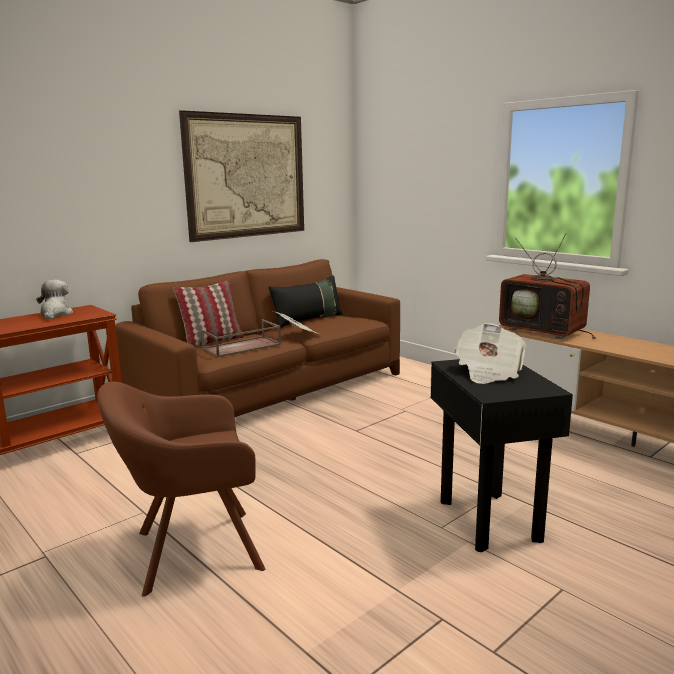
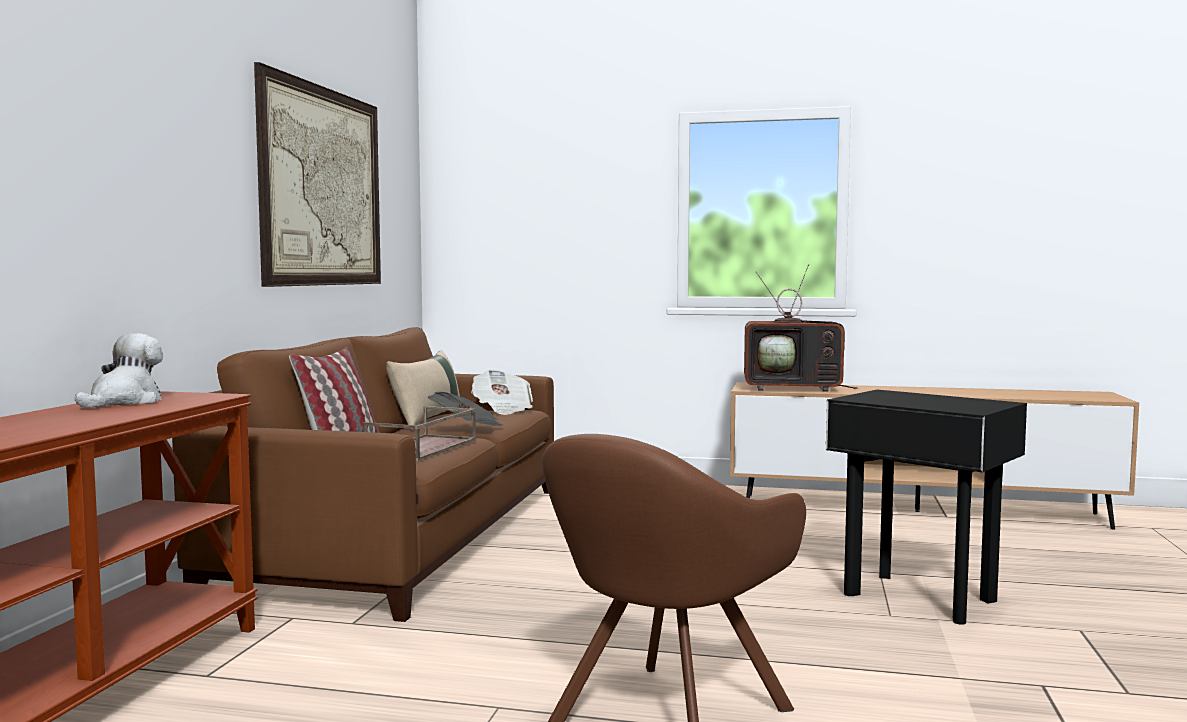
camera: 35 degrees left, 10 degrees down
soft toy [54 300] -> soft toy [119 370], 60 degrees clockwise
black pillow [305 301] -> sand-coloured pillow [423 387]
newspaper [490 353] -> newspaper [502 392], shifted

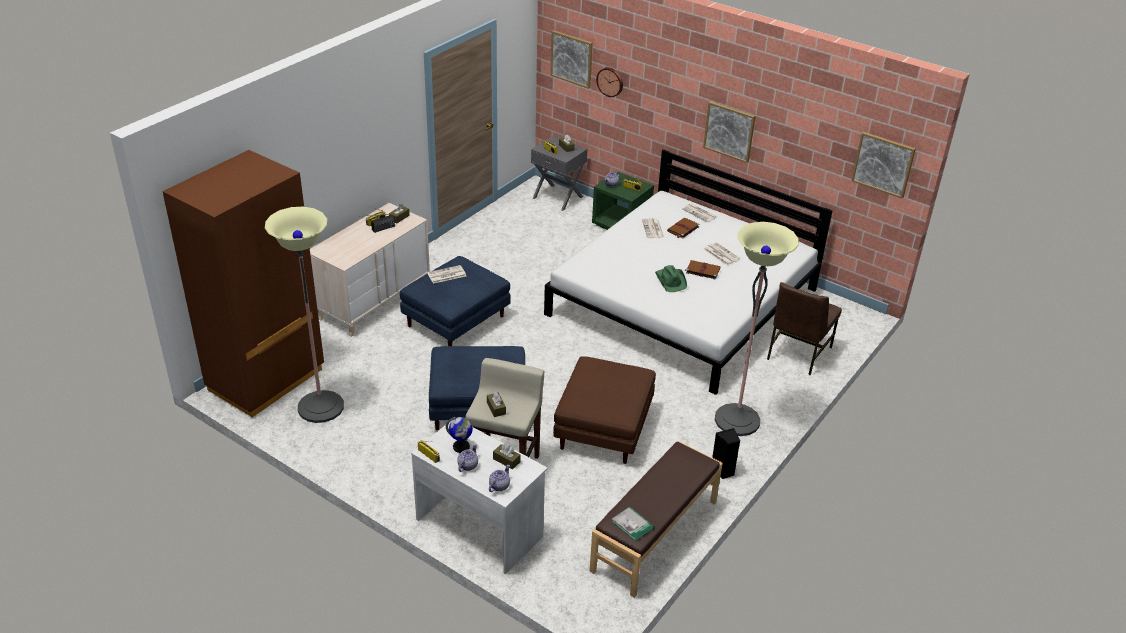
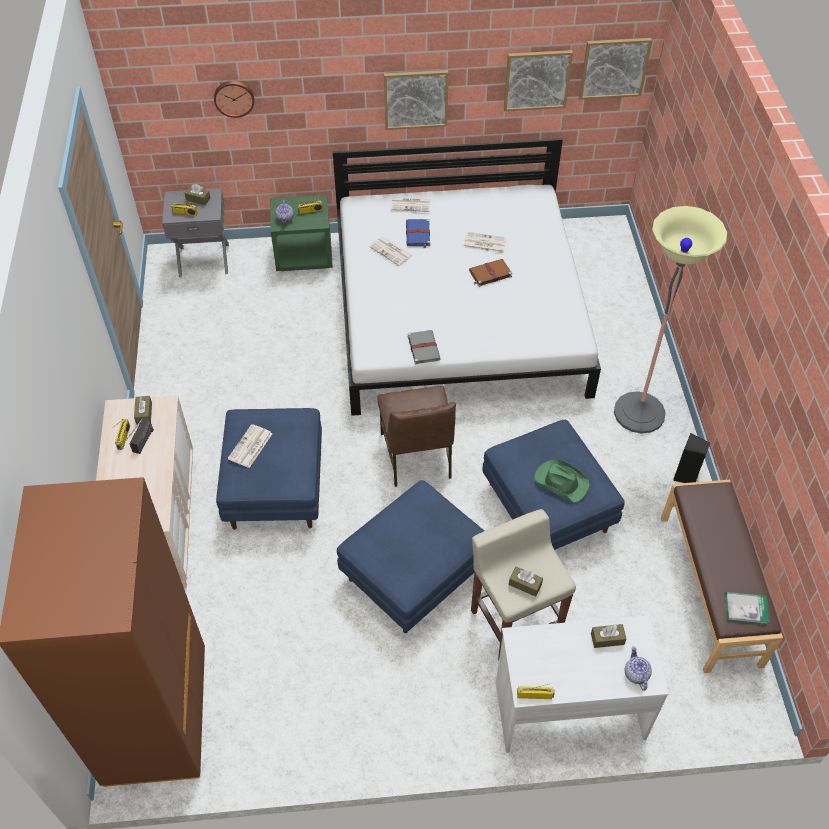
camera: 40 degrees left, 15 degrees up
brown-coloured chair [804 328] -> brown-coloured chair [417 436], shifted
brown-coloured volume [683 228] -> bluish volume [418 233]
none -> grey volume [423 347]
brown-coloured footrest [604 410] -> bluish footrest [554 485]
picture [571 59] -> picture [538 80], shifted
greenish hat [671 278] -> greenish hat [562 481], shifted
standing lamp [304 315] -> none
world globe [459 435] -> none
pot for tea [467 458] -> none

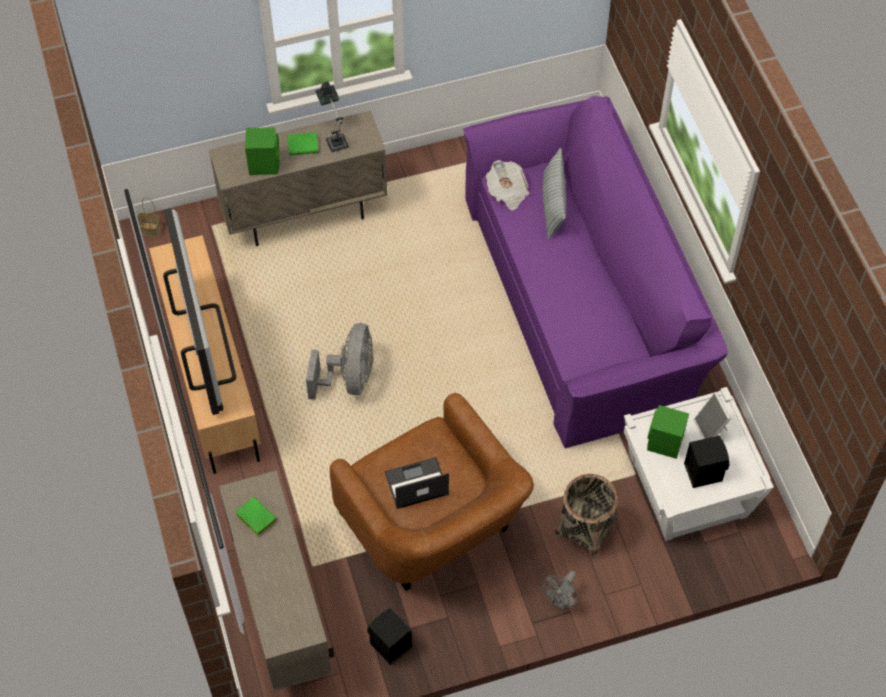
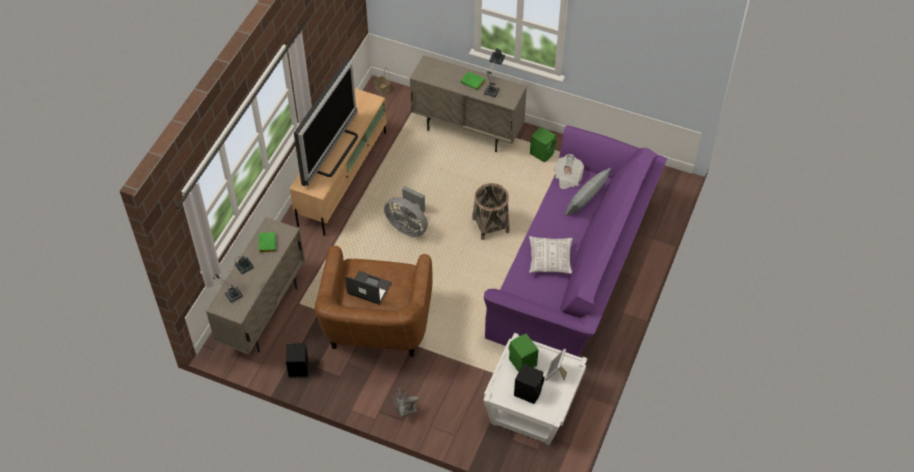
camera: 40 degrees right, 5 degrees down
none -> tabletop lamp [233 279]
grey cooling fan [339 361] -> grey cooling fan [406 211], 75 degrees clockwise
household basket [586 516] -> household basket [491 211], shifted
none -> pillow [551 255]
greenish speaker [262 151] -> greenish speaker [543 145], shifted

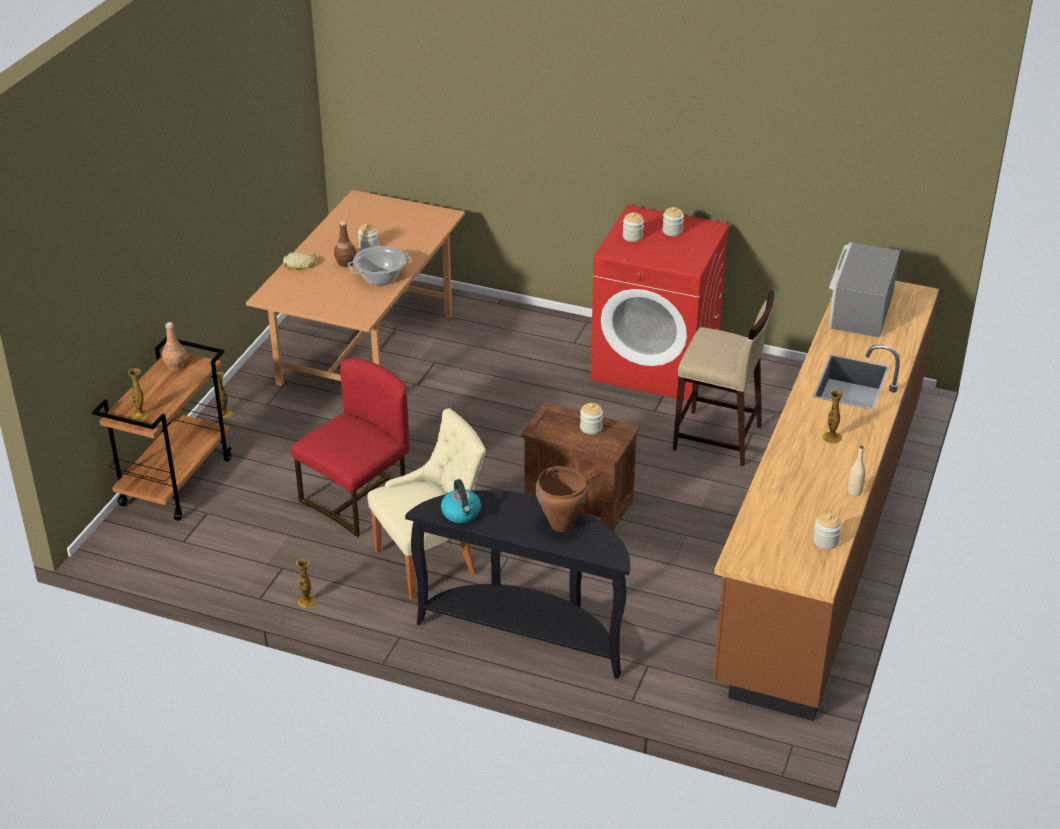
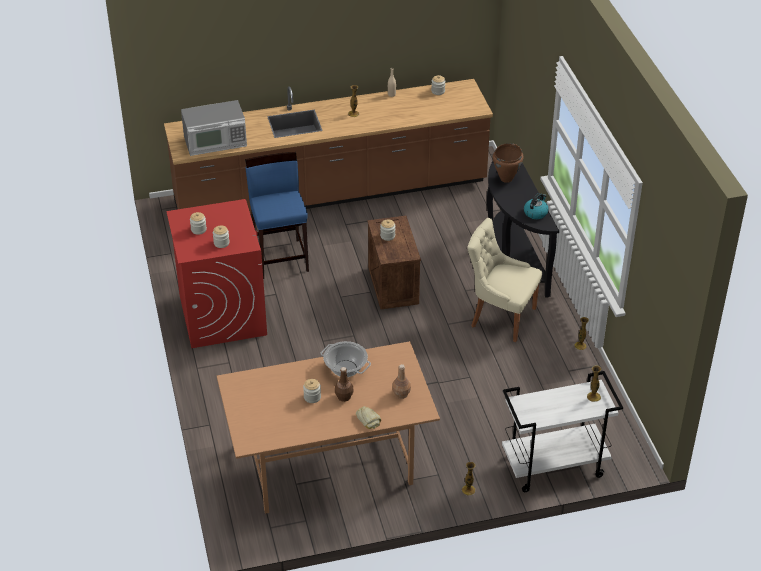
camera: 125 degrees left, 5 degrees up
sand-coloured stool seat [723 378] -> bluish stool seat [277 215]
brown-coloured drink bottle [174 346] -> brown-coloured drink bottle [401 381], shifted
brown-coloured trolley [162 429] -> whitish trolley [562 431]
red-coloured chair [350 447] -> none

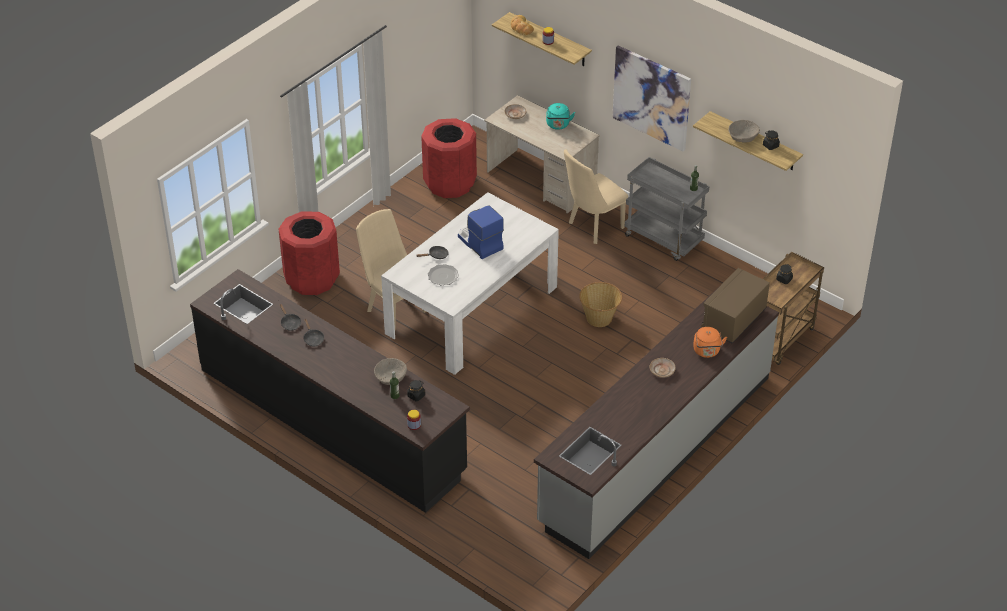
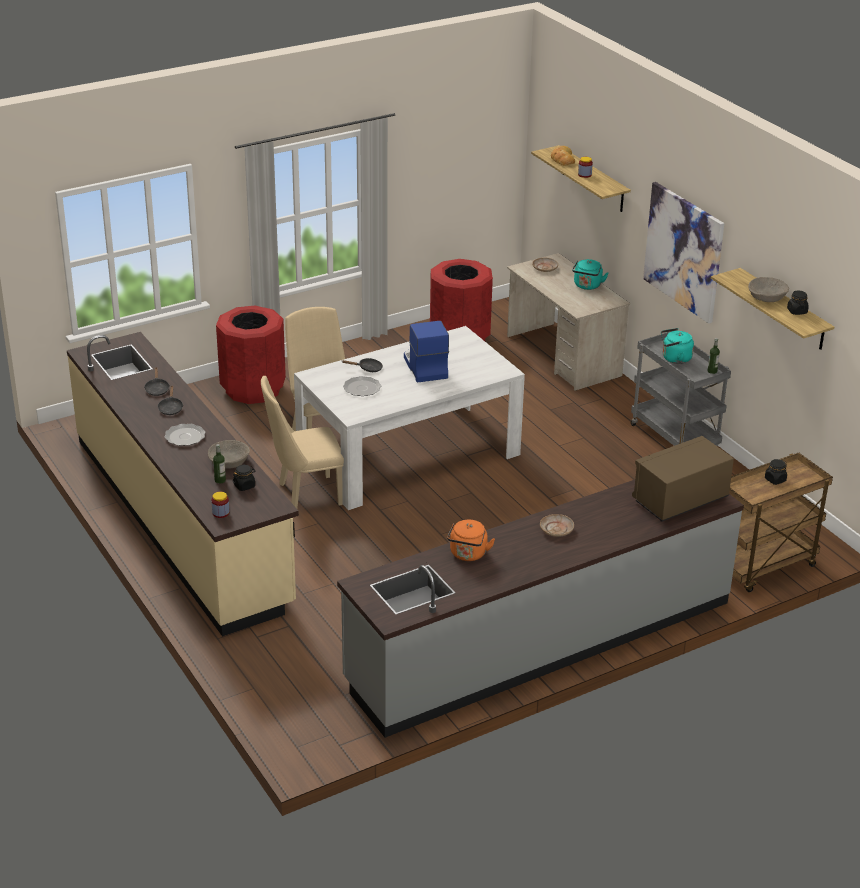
camera: 20 degrees right, 10 degrees down
black counter [330 391] -> sand-coloured counter [183 484]
none -> flat dish [185 435]
sand-coloured chair [596 197] -> sand-coloured chair [302 442], shifted
orange-coloured water kettle [710 342] -> orange-coloured water kettle [471 540], shifted
none -> turquoise-coloured water kettle [677 346]
household basket [600 304] -> none

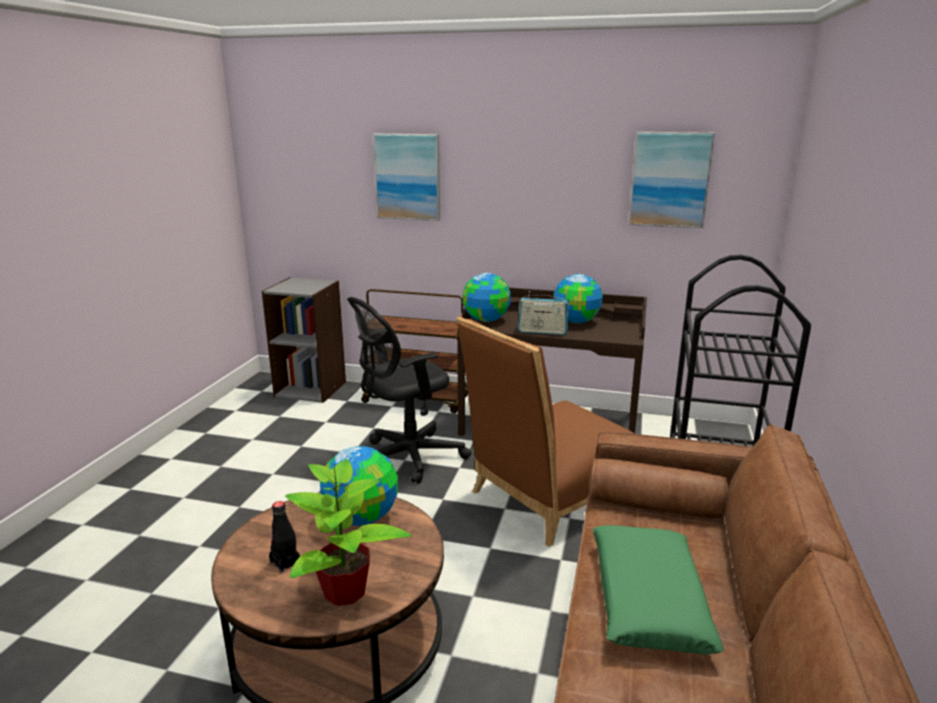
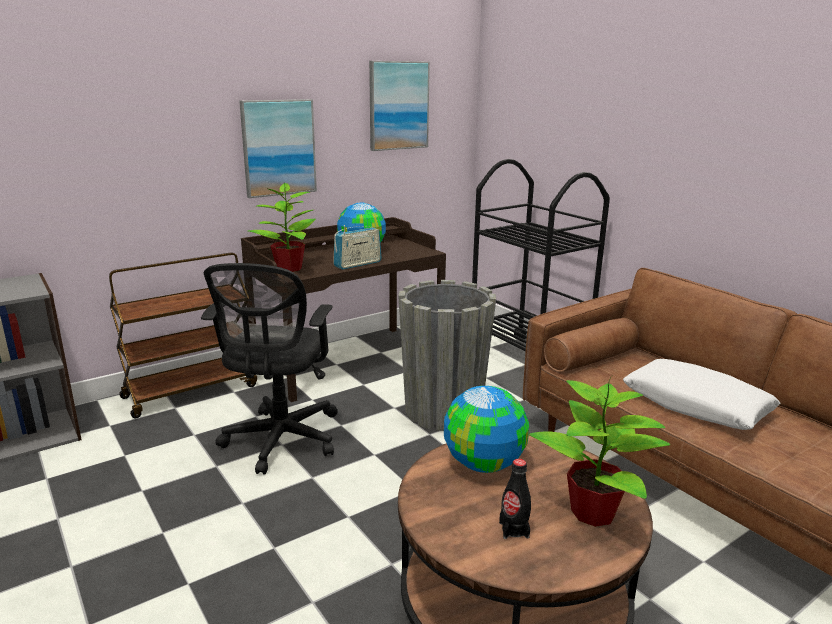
camera: 50 degrees left, 0 degrees up
picture [406 177] -> picture [278 148], shifted
world globe [487 297] -> plant in a pot [282 227]
brown-coloured chair [545 431] -> grey planter [447 355]
greenish pillow [658 589] -> whitish pillow [701 394]

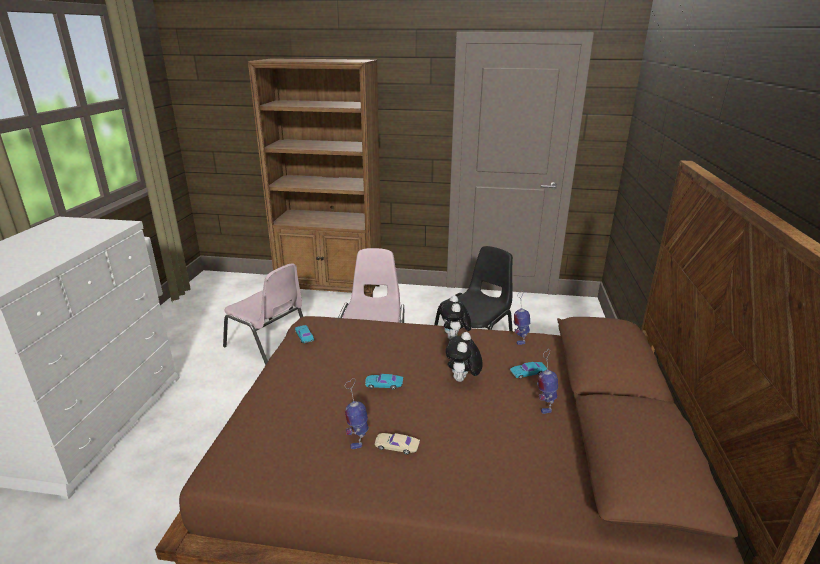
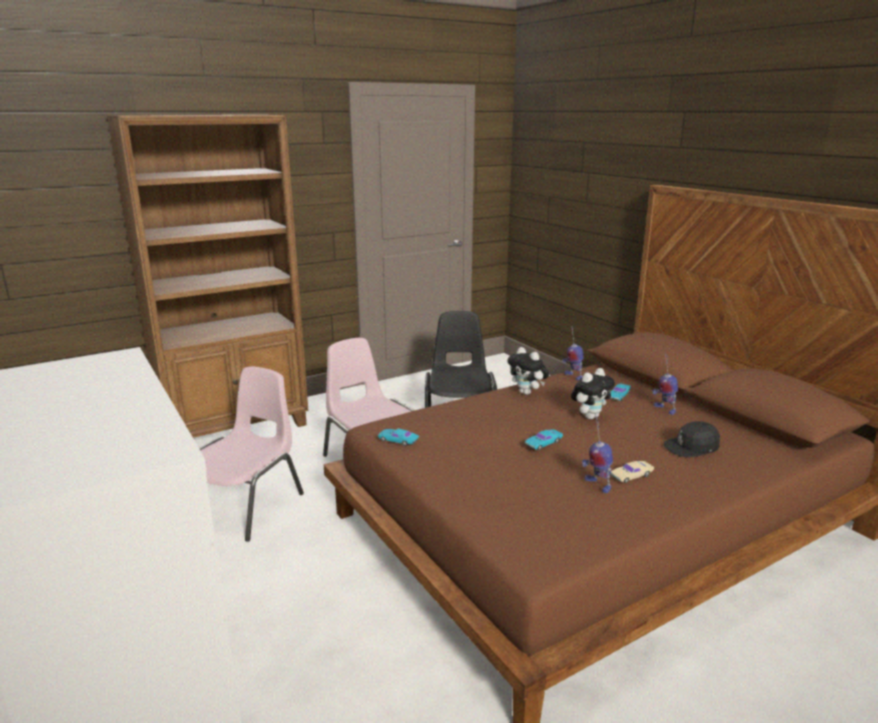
camera: 40 degrees left, 5 degrees down
pink-coloured chair [263 314] -> pink-coloured chair [251 454], 60 degrees counterclockwise
soft toy [464 357] -> soft toy [593 393], 105 degrees counterclockwise
none -> black cap [692 439]

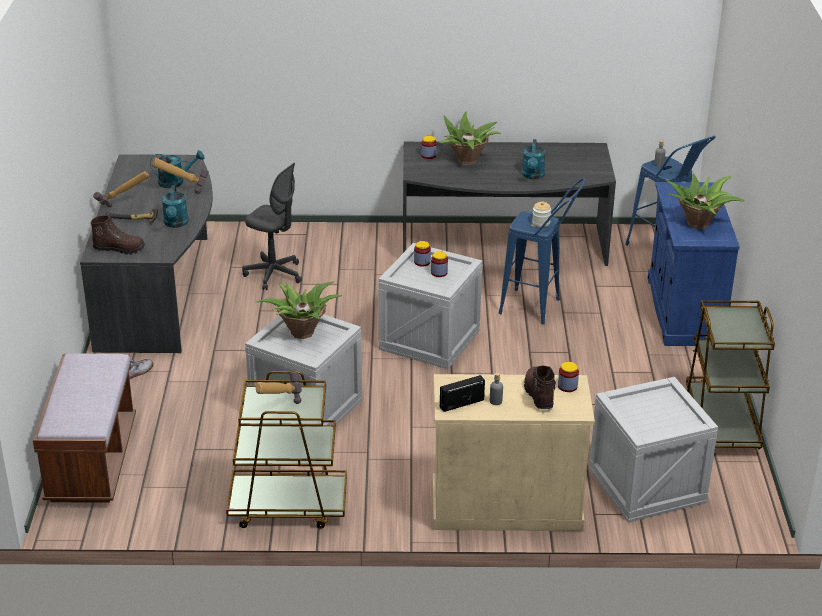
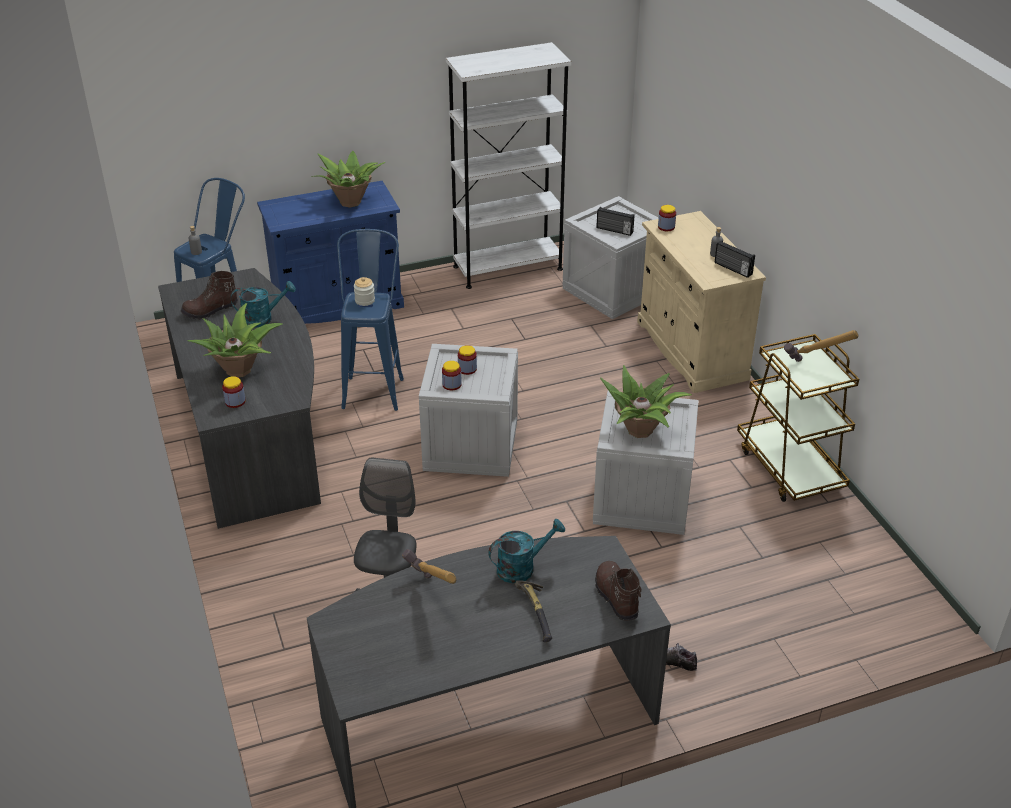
camera: 110 degrees left, 5 degrees up
brown-coloured high-top boot [540 387] -> brown-coloured high-top boot [209 295], shifted
brown-coloured trolley [730 374] -> whitish bookshelf [508 165]
none -> radio [615 221]
brown-coloured long seat [84 428] -> none
hammer [121 189] -> none
turquoise-coloured watering pot [177 169] -> none

